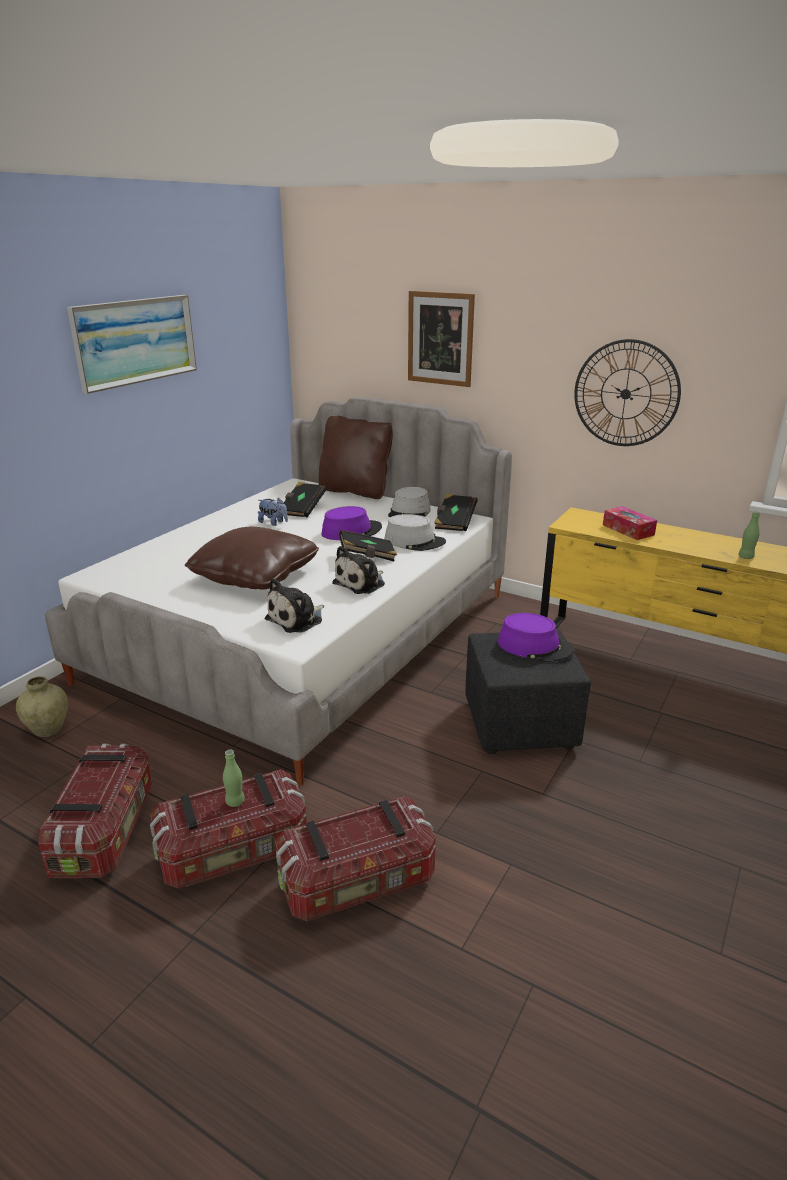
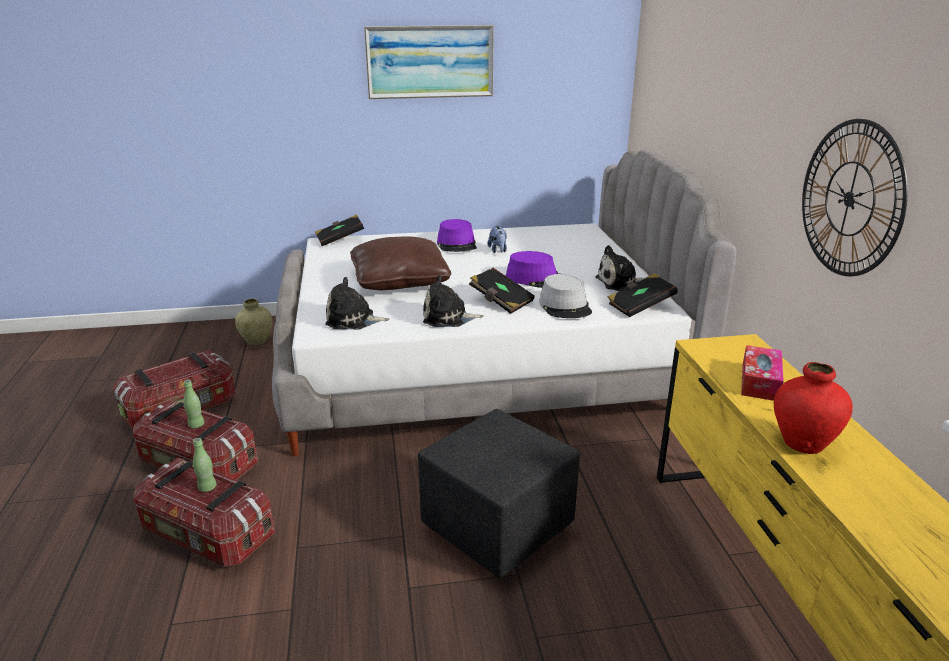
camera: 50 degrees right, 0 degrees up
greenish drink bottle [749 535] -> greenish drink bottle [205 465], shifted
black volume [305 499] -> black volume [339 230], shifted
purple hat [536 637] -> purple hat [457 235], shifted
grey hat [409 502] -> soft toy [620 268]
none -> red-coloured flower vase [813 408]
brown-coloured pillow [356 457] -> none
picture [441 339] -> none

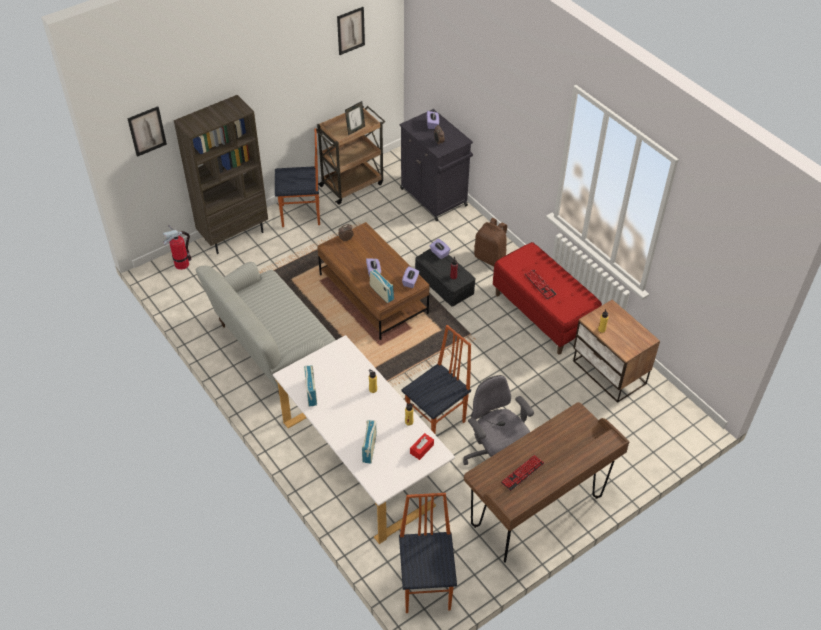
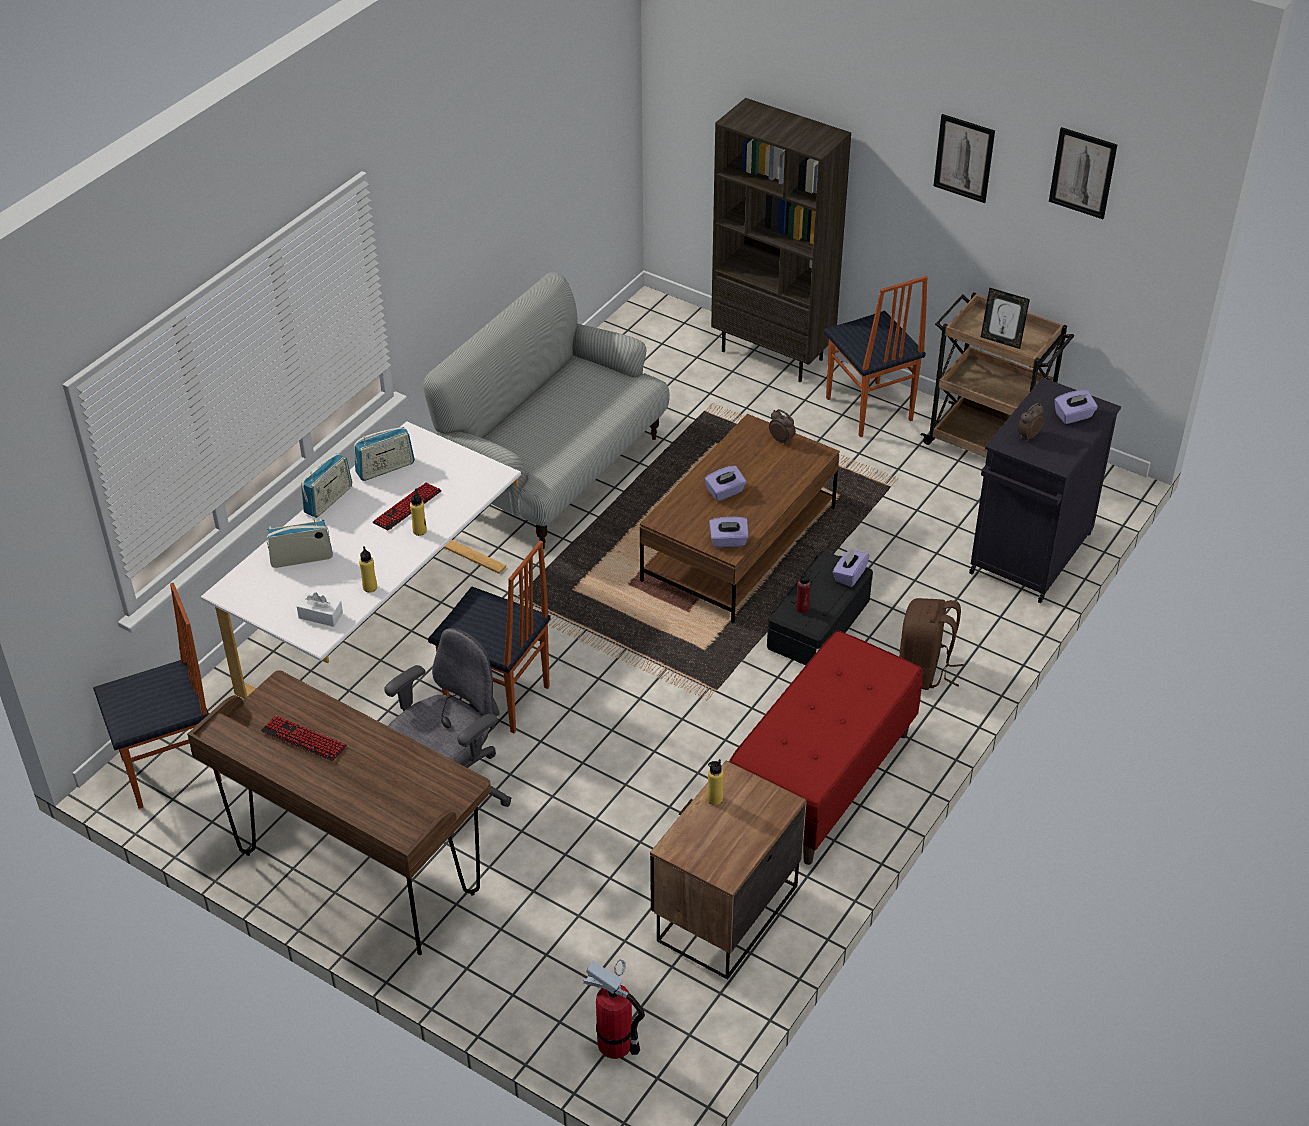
camera: 70 degrees right, 5 degrees down
red-coloured tissue box [422 446] -> whitish tissue box [320 610]
radio [382 286] -> radio [326 485], shifted
computer keyboard [540 284] -> computer keyboard [407 507], shifted
fire extinguisher [177 247] -> fire extinguisher [614 1009], shifted
picture [147 131] -> picture [964 158], shifted

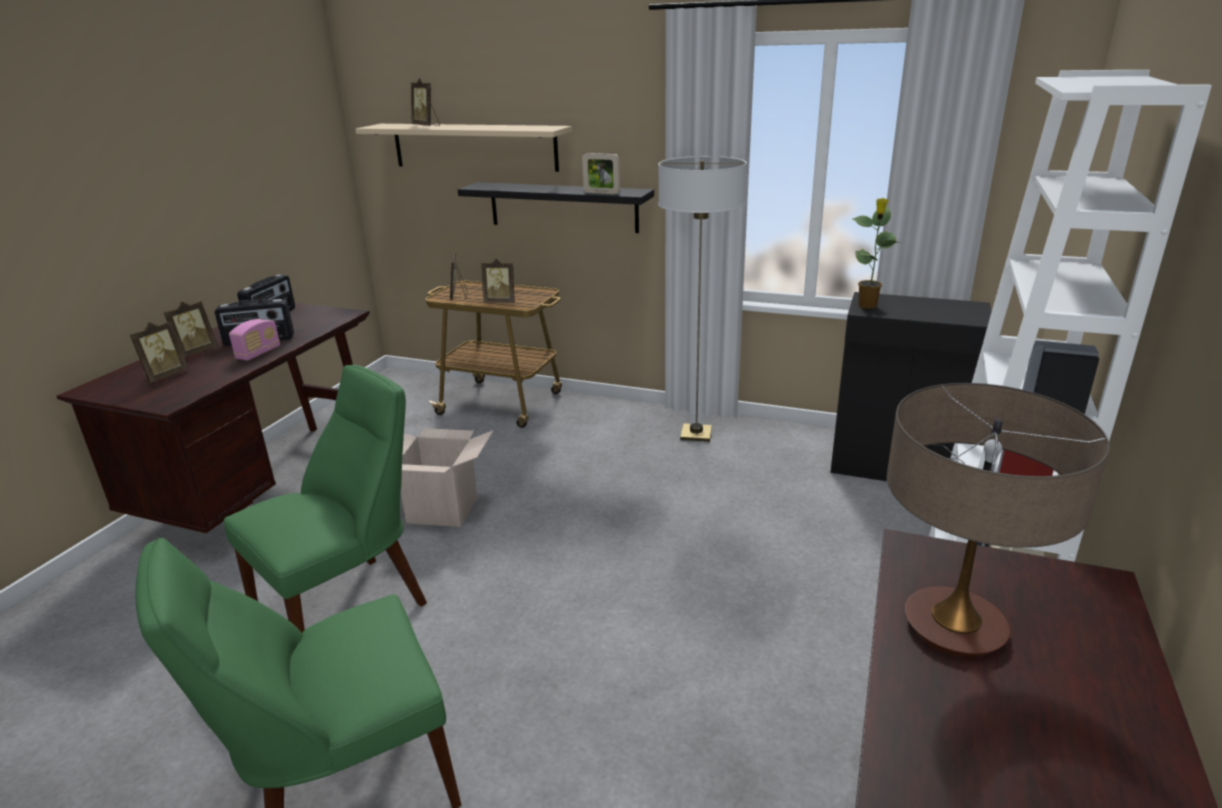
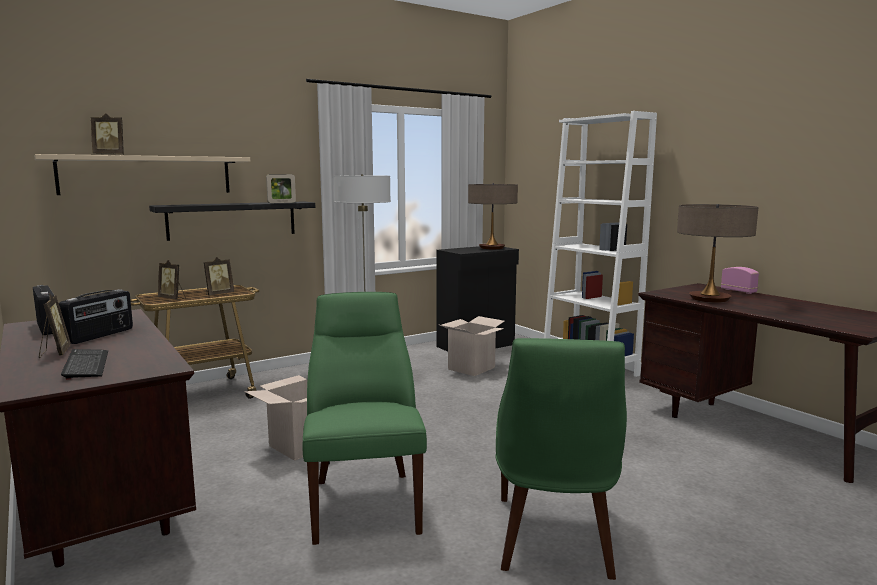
camera: 55 degrees left, 15 degrees down
picture frame [159 352] -> computer keyboard [84 364]
none -> carton [471 346]
none -> tabletop lamp [493 216]
radio [254 340] -> radio [740 280], shifted
plant in a pot [876 253] -> none

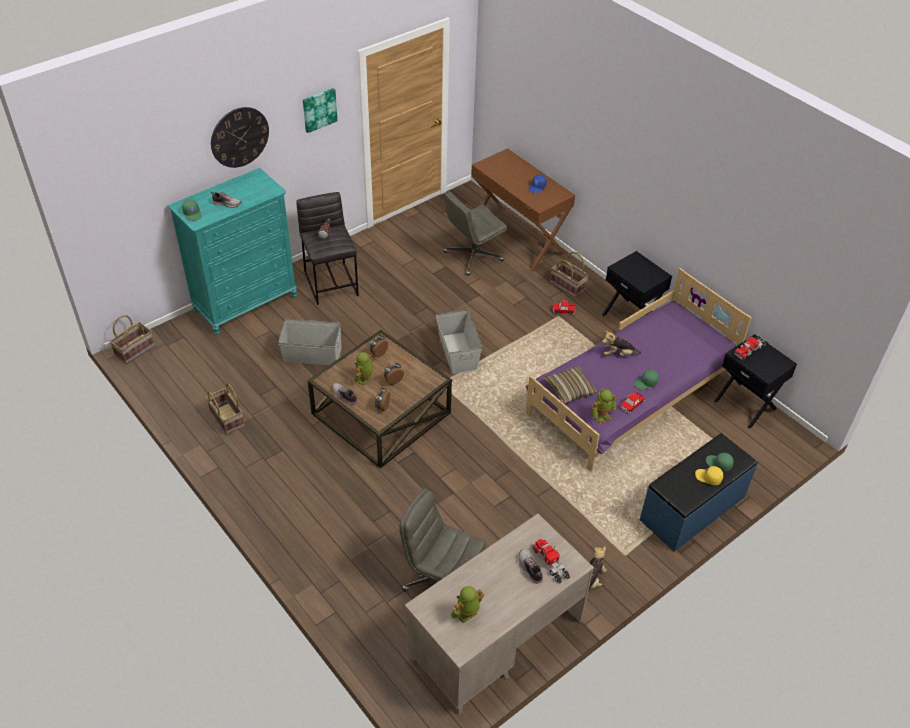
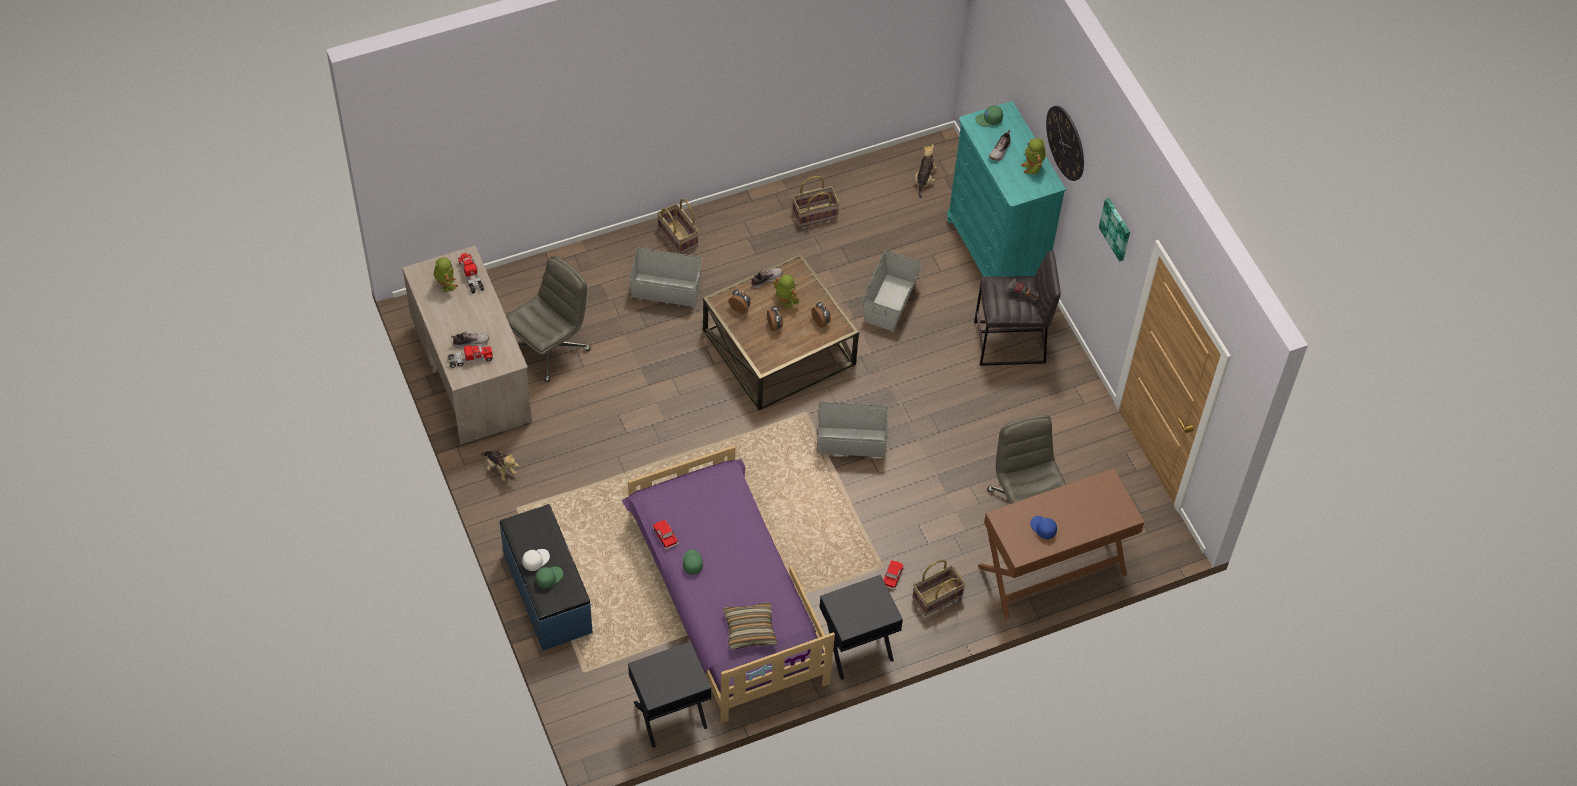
camera: 105 degrees right, 10 degrees up
toy lorry [750 348] -> toy lorry [471 273], shifted
yellowish cap [709 475] -> whitish cap [536 560]
none -> grey storage bin [665 277]
household basket [132 340] -> household basket [678 226], shifted
pillow [570 385] -> pillow [750 625], shifted
soft toy [621 343] -> soft toy [926 171], shifted
model robot [603 406] -> model robot [1033 156], shifted

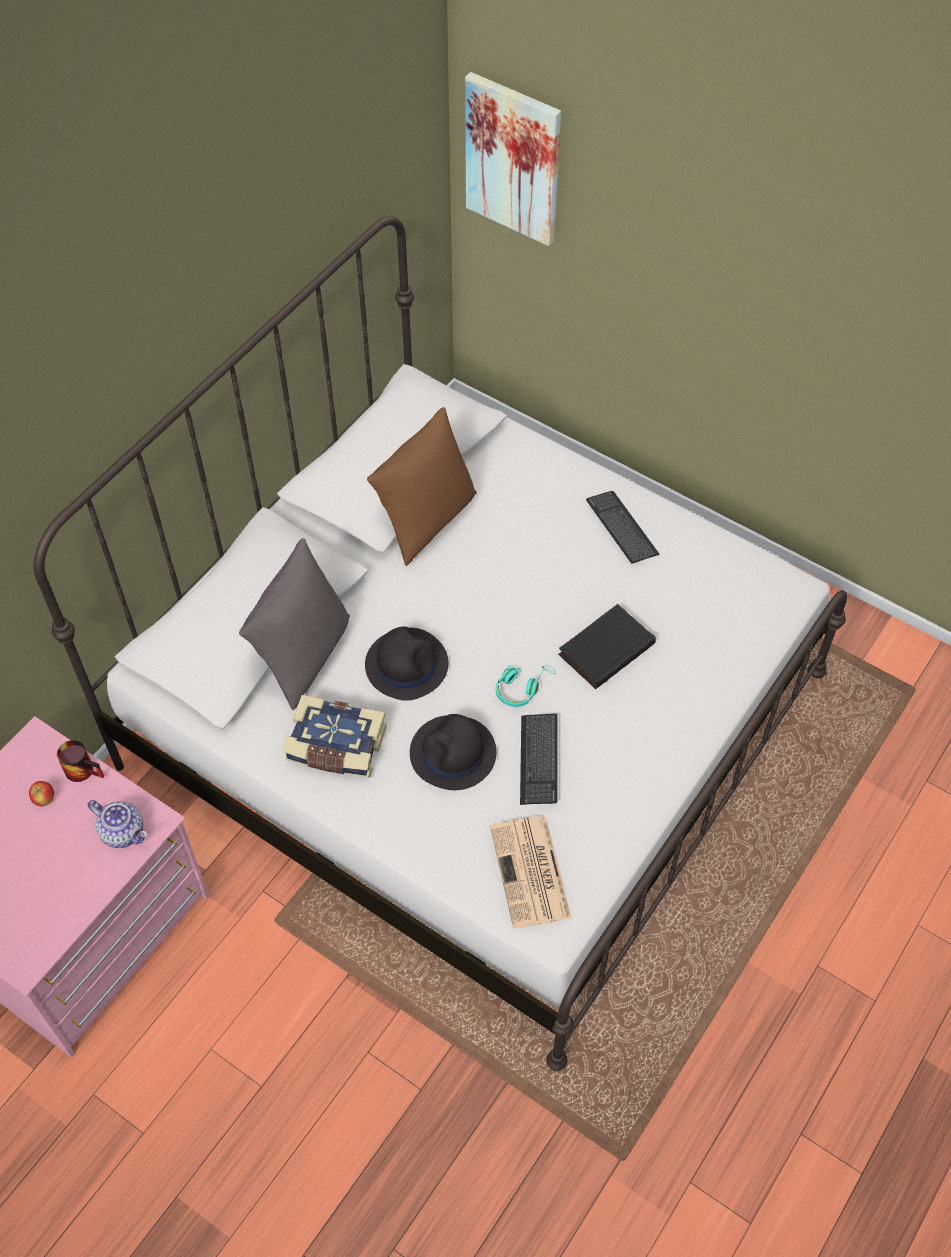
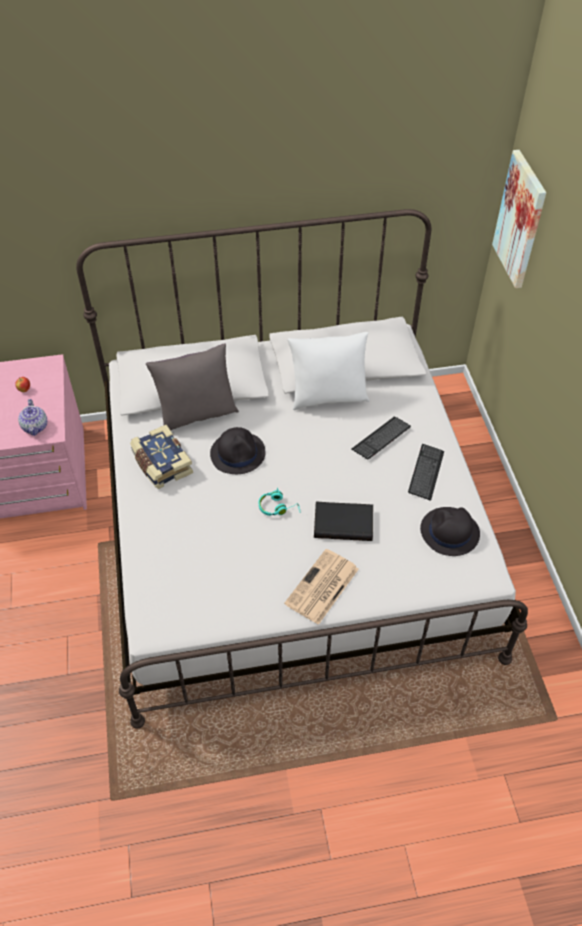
camera: 45 degrees right, 5 degrees down
newspaper [530 872] -> newspaper [321 587], shifted
brown-coloured pillow [422 486] -> whitish pillow [328 371]
computer keyboard [539 759] -> computer keyboard [381 438], shifted
black hat [453 752] -> black hat [450 531], shifted
coffee mug [80 761] -> none

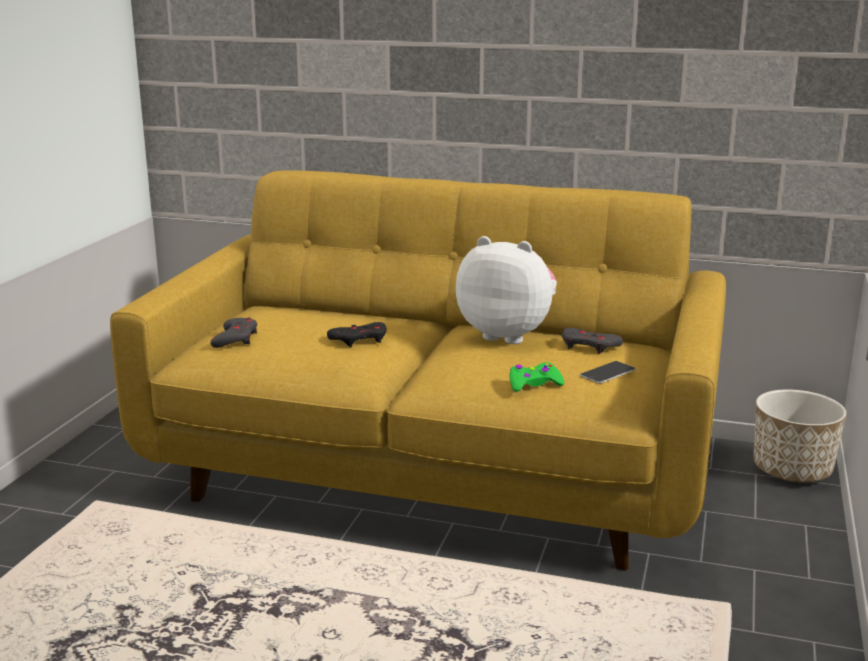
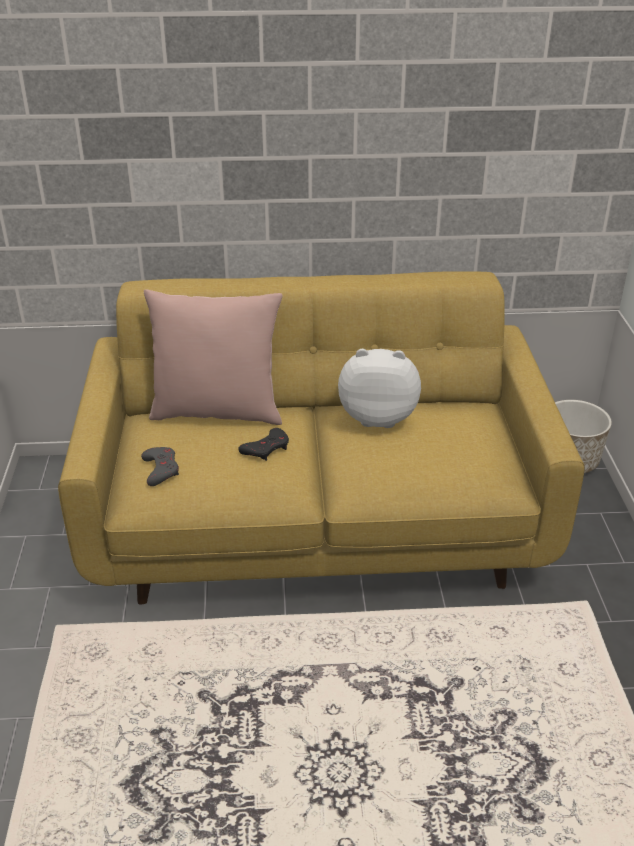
camera: 20 degrees left, 15 degrees up
none -> pink-coloured pillow [213 357]
greenish gamepad [536 377] -> none
grey gamepad [592 341] -> none
phone [608 372] -> none

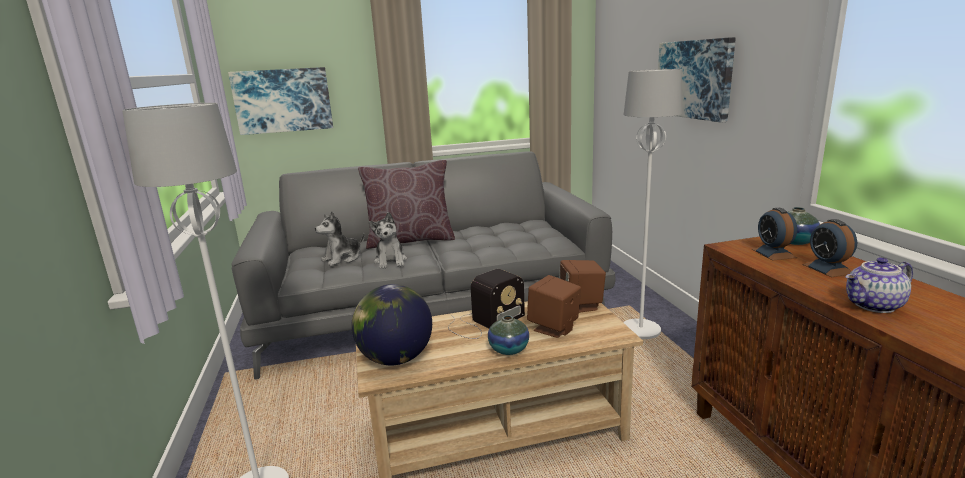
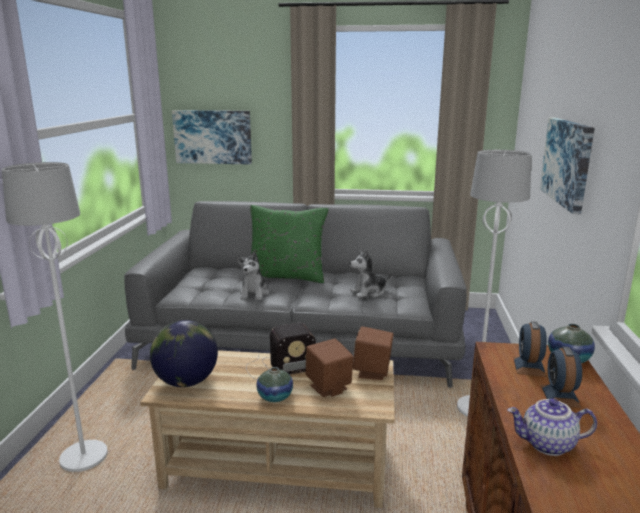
camera: 20 degrees right, 0 degrees up
brown-coloured pillow [406 204] -> greenish pillow [289 244]
soft toy [339 238] -> soft toy [370 274], shifted

